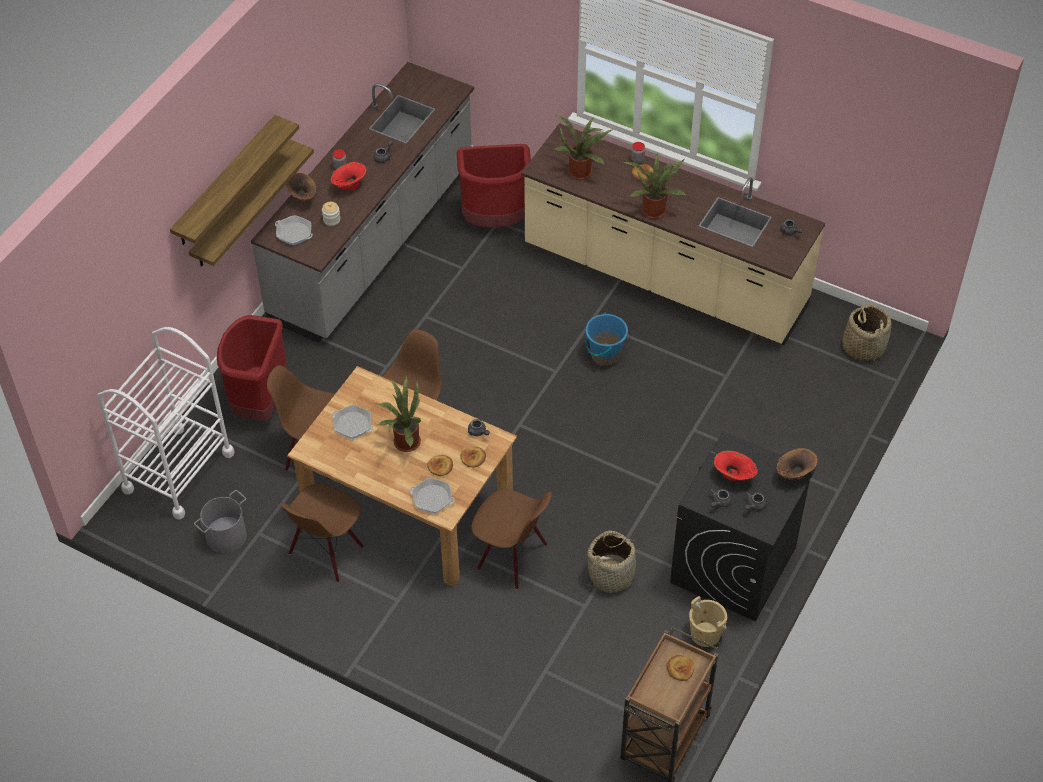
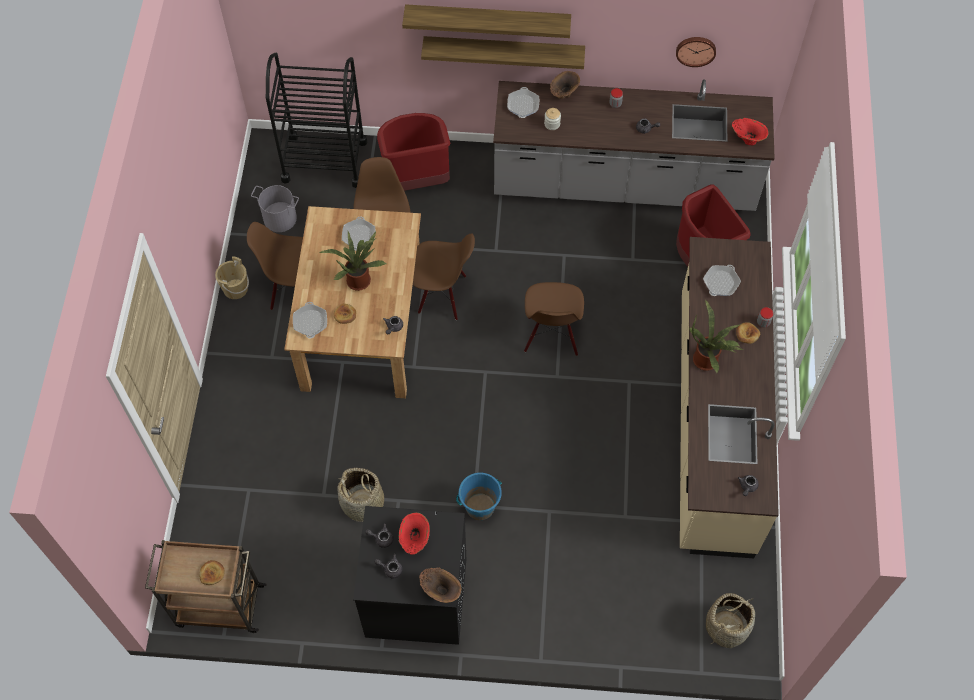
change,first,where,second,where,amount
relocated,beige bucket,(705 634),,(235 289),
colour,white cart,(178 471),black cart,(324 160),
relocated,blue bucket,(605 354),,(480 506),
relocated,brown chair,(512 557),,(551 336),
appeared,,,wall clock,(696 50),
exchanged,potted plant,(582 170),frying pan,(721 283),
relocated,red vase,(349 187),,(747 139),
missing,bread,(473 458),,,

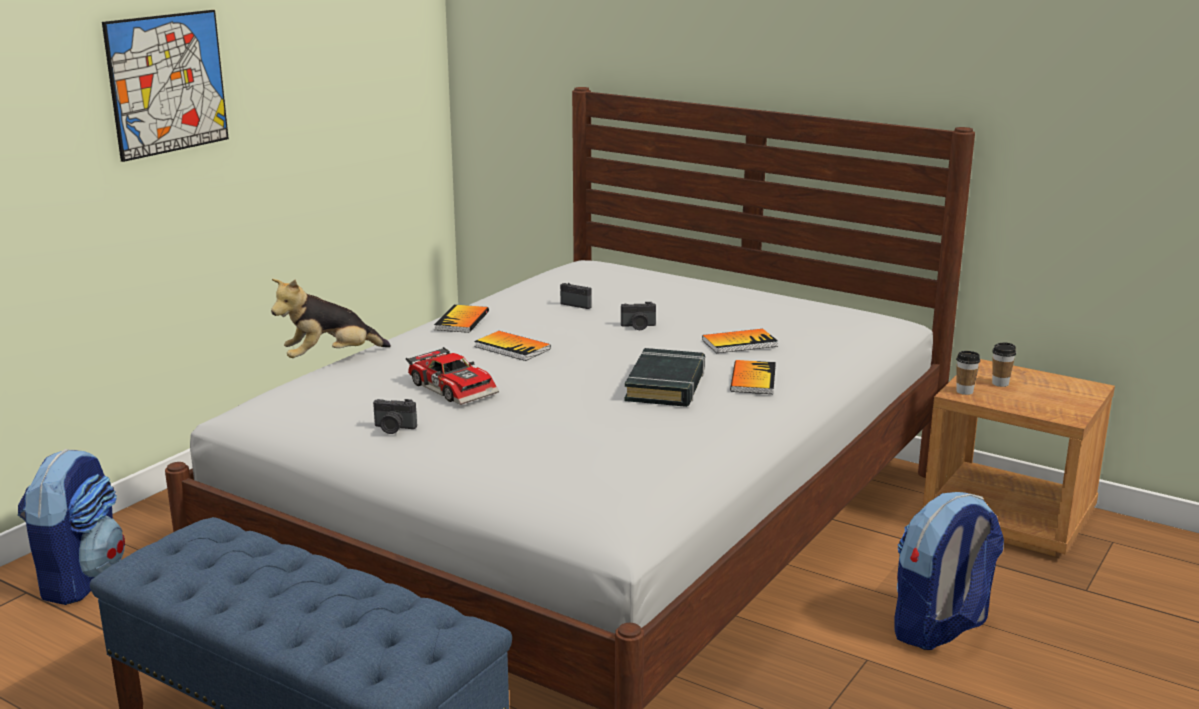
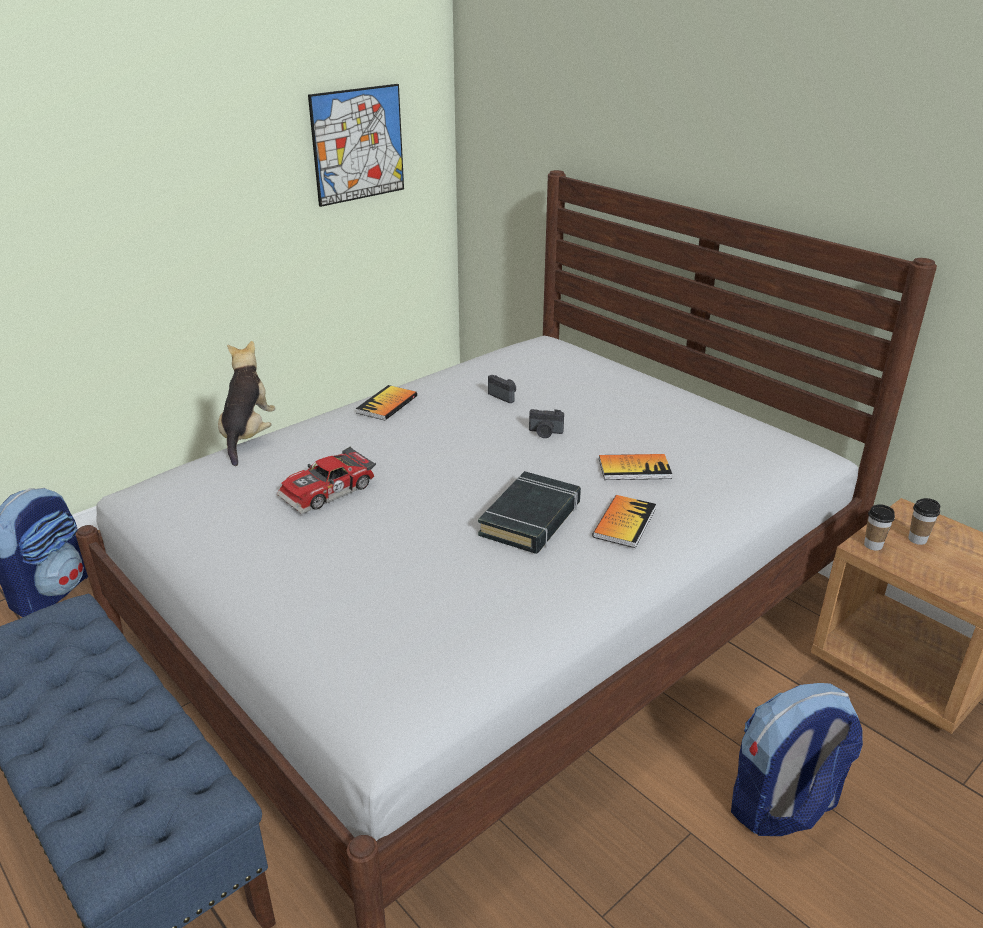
change,first,where,second,where,amount
spun,plush toy,(330 358),,(248 436),105 degrees clockwise
spun,toy car,(454 387),,(329 491),75 degrees clockwise
relocated,picture,(167 83),,(358 144),
missing,photo camera,(393 428),,,
missing,book,(512 348),,,

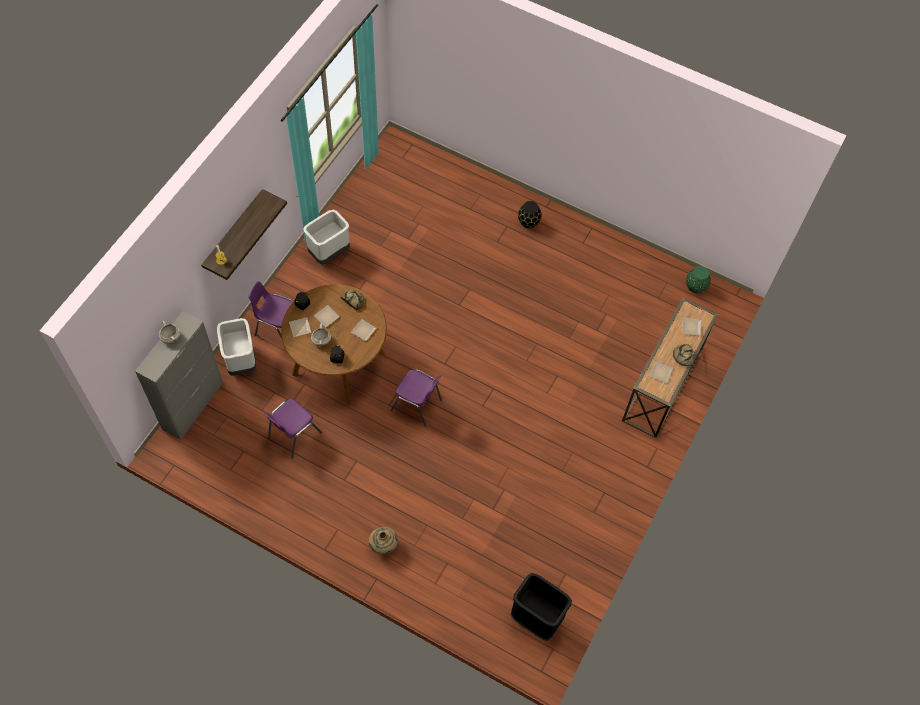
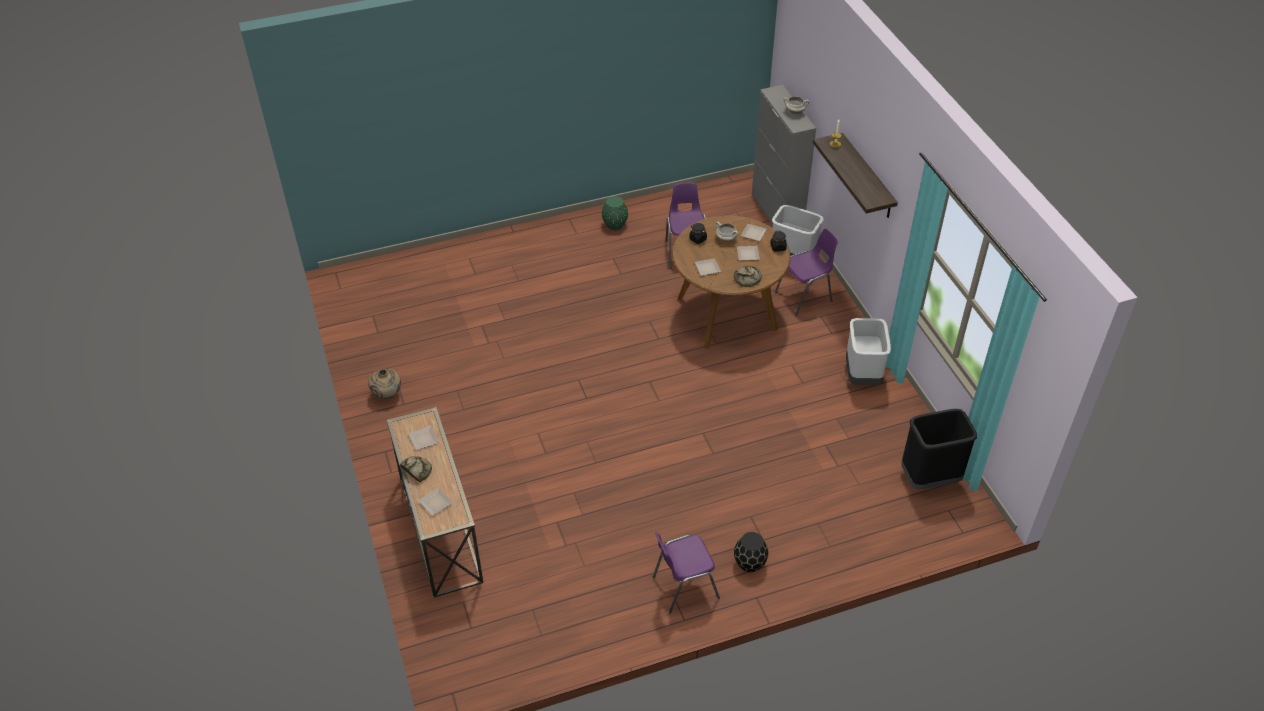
change,first,where,second,where,amount
relocated,beige vase,(383 546),,(387 394),
relocated,green vase,(695 287),,(615 225),
relocated,purple chair,(417 405),,(683 587),
relocated,black trash can,(535 619),,(929 478),

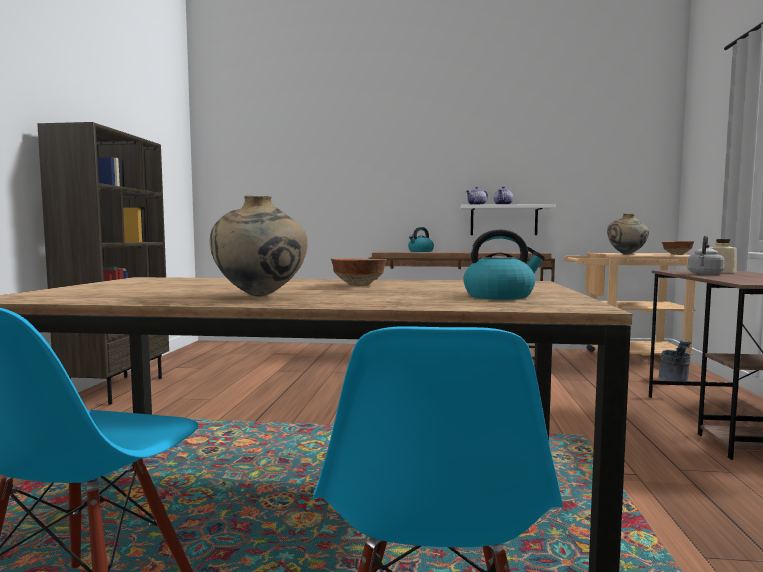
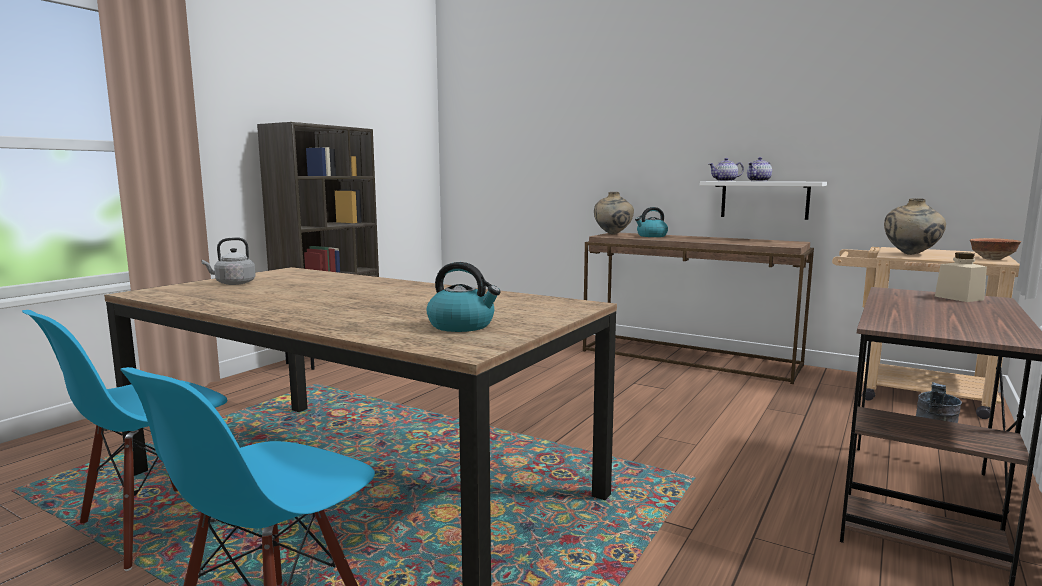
change,first,where,second,where,amount
relocated,grey kettle,(704 274),,(233 283),
relocated,beige vase,(261 296),,(613 234),
missing,bowl,(358 285),,,

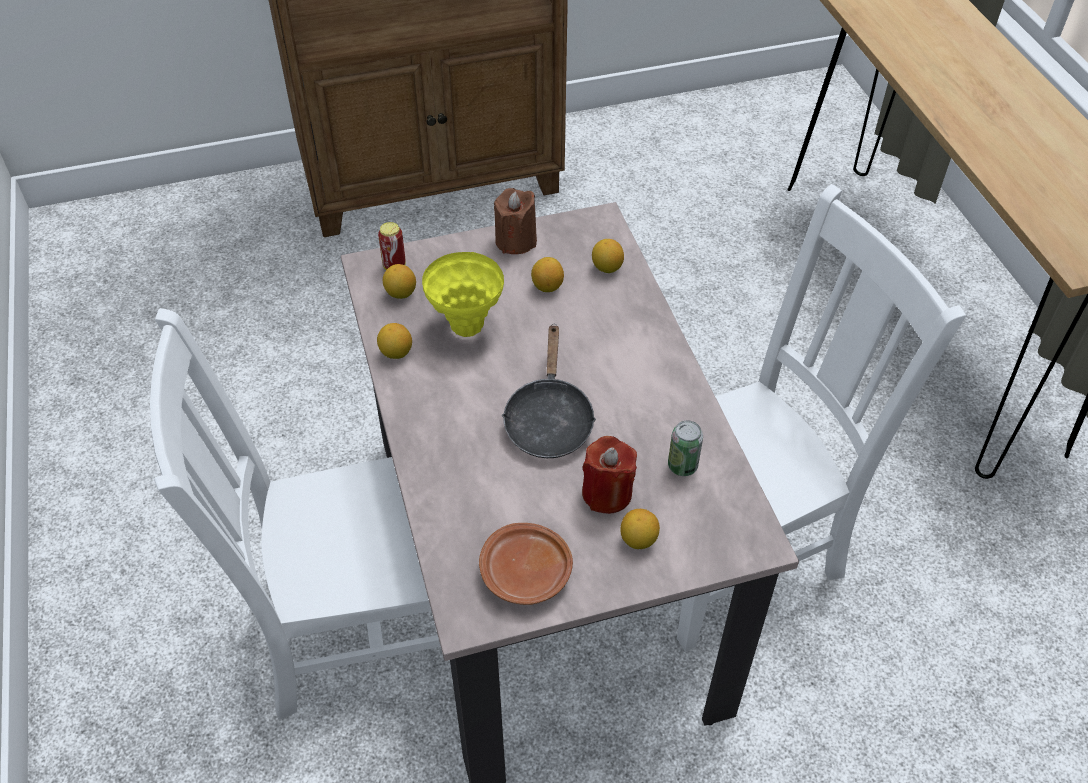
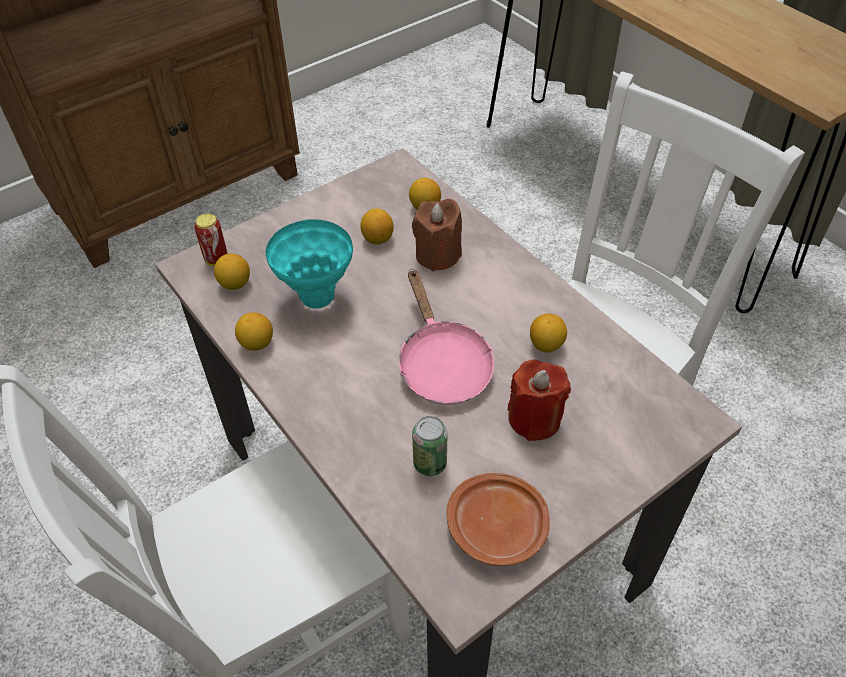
change,first,where,second,where,amount
colour,yellow vase,(466 327),turquoise vase,(317 298),
colour,black frying pan,(548 419),pink frying pan,(442 364),
relocated,brown candle,(516 241),,(437 255),
relocated,can,(682 466),,(430 463),
relocated,lemon,(638 540),,(546 345),

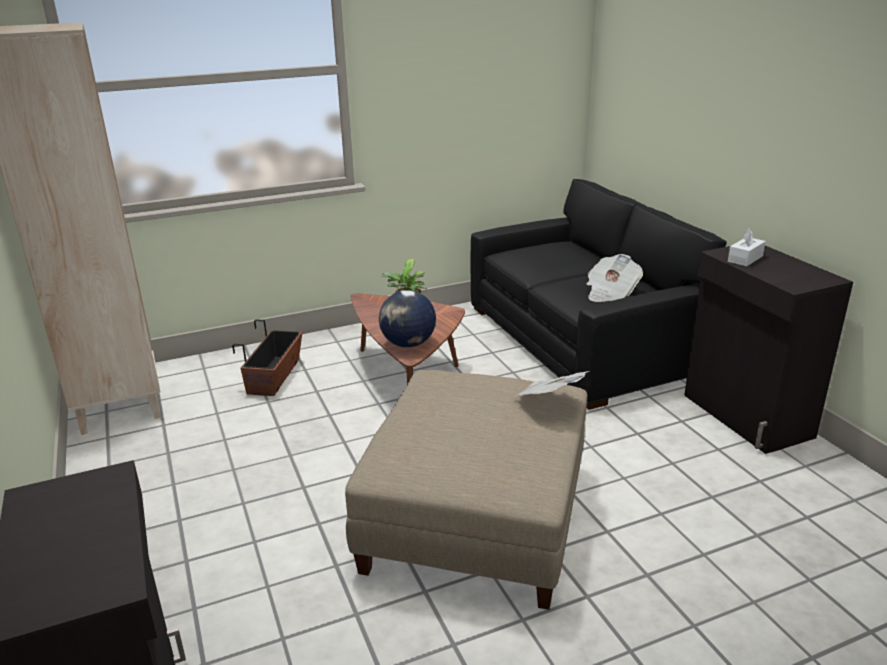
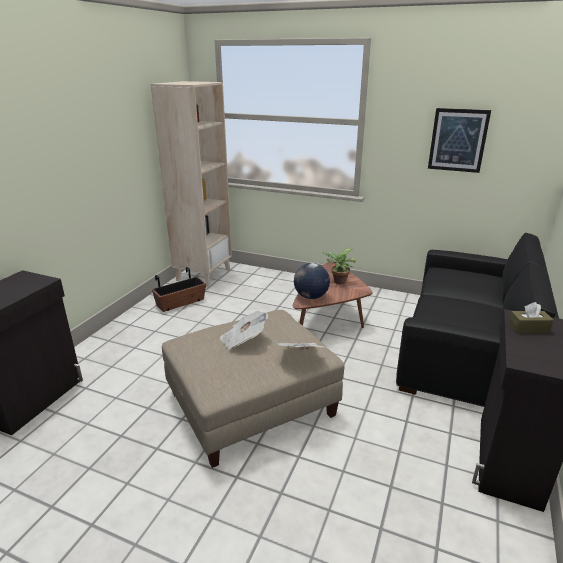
change,first,where,second,where,amount
relocated,planter,(275 376),,(180 302),
relocated,newspaper,(610 293),,(243 340),
appeared,,,picture,(458 140),
colour,white tissue box,(745 259),brown tissue box,(528 328),

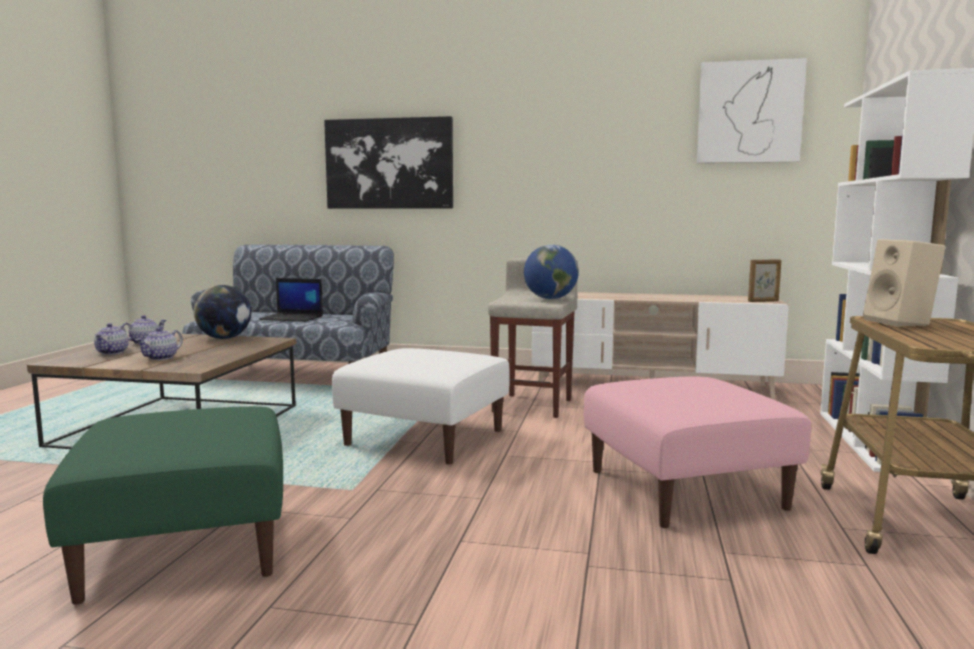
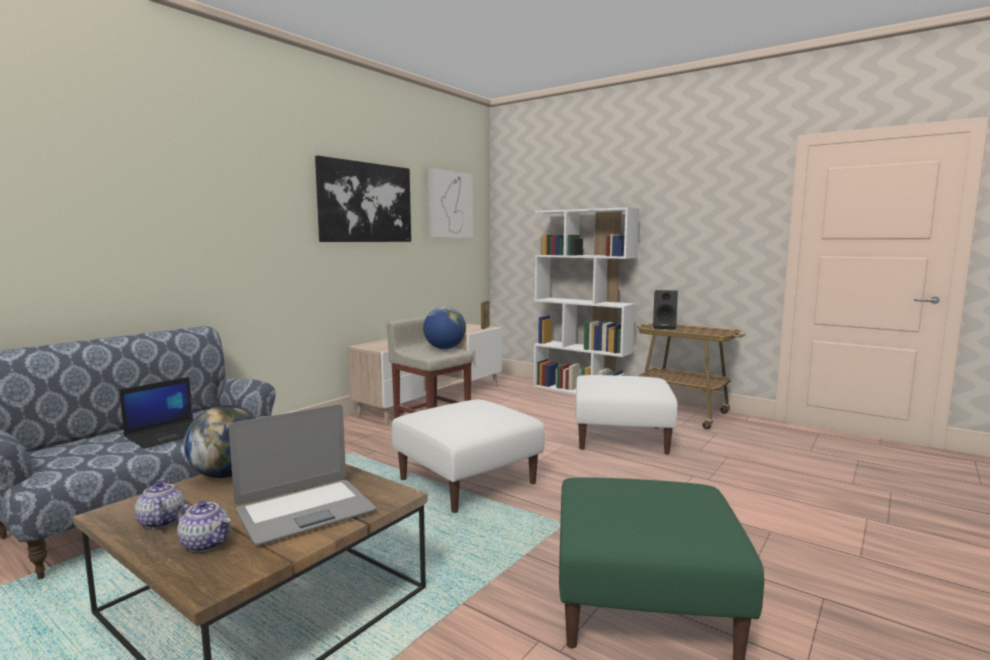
change,first,where,second,where,amount
exchanged,teapot,(161 358),laptop,(305 511),
relocated,picture,(389 163),,(365 202),
colour,pink ottoman,(683 488),white ottoman,(620 438),
colour,beige speaker,(901 323),black speaker,(665 327),

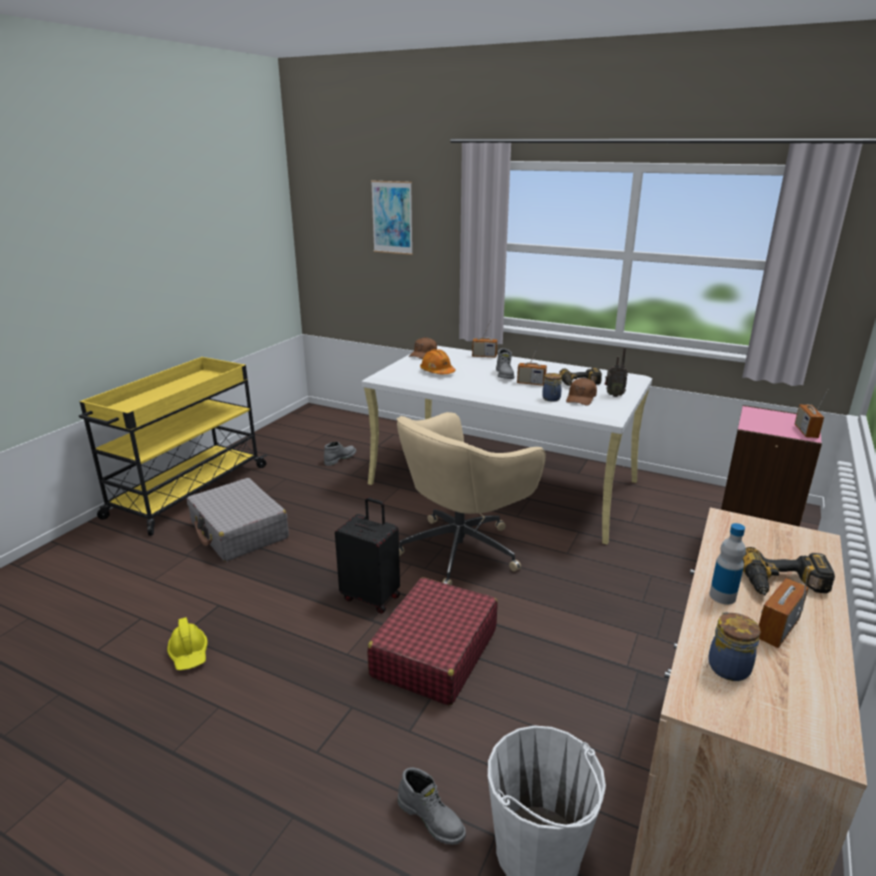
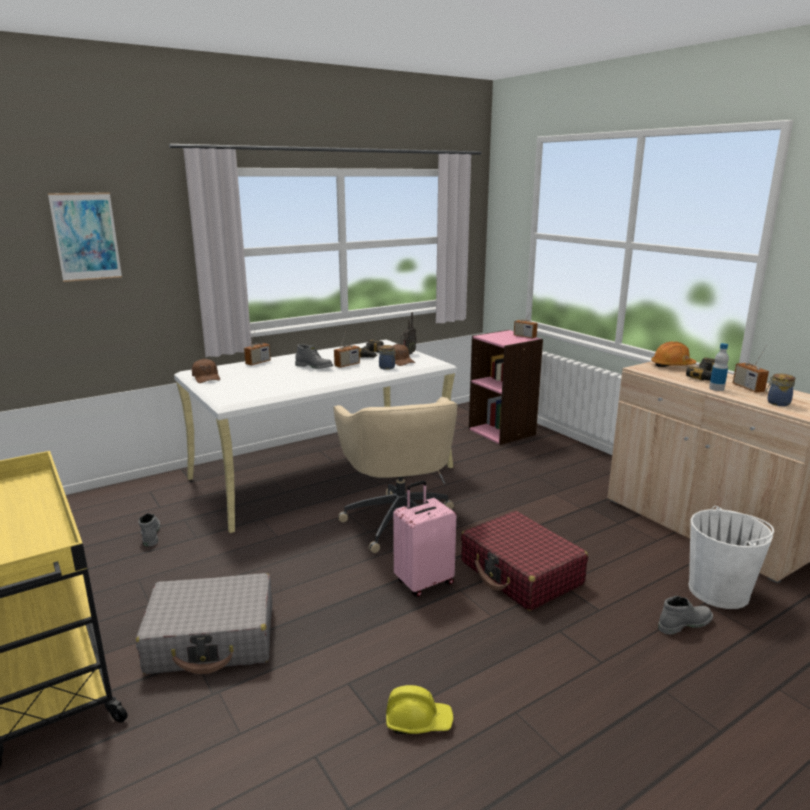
change,first,where,second,where,amount
colour,black suitcase,(371 597),pink suitcase,(423 582),
relocated,orange hard hat,(437 372),,(672 365),

